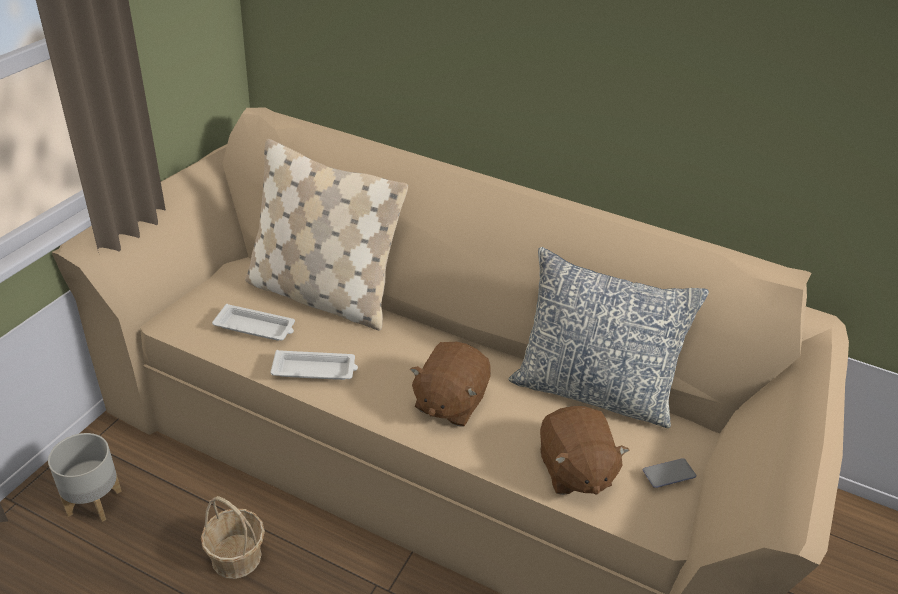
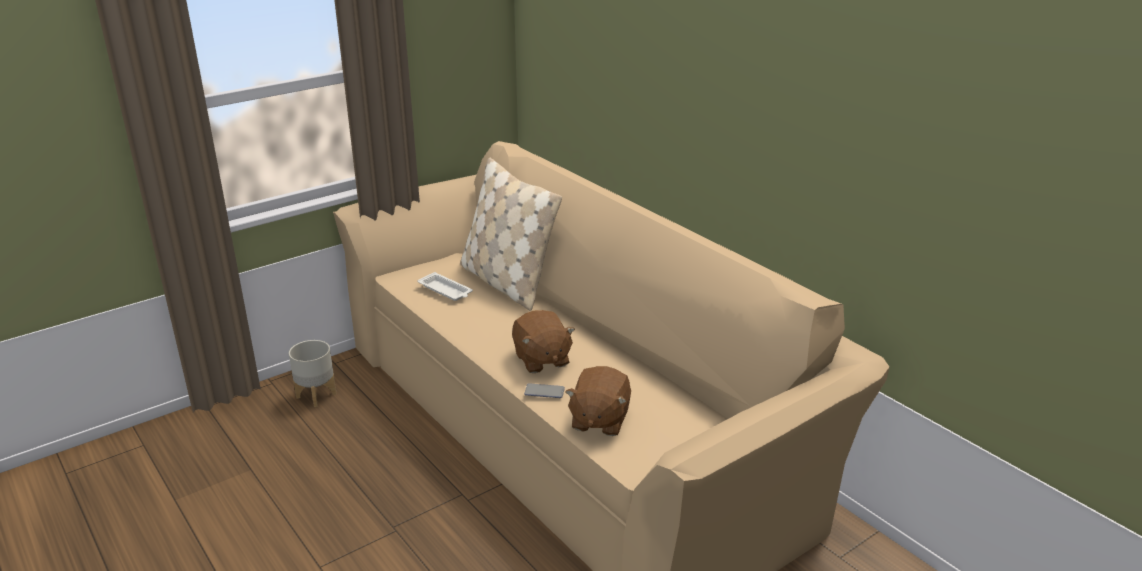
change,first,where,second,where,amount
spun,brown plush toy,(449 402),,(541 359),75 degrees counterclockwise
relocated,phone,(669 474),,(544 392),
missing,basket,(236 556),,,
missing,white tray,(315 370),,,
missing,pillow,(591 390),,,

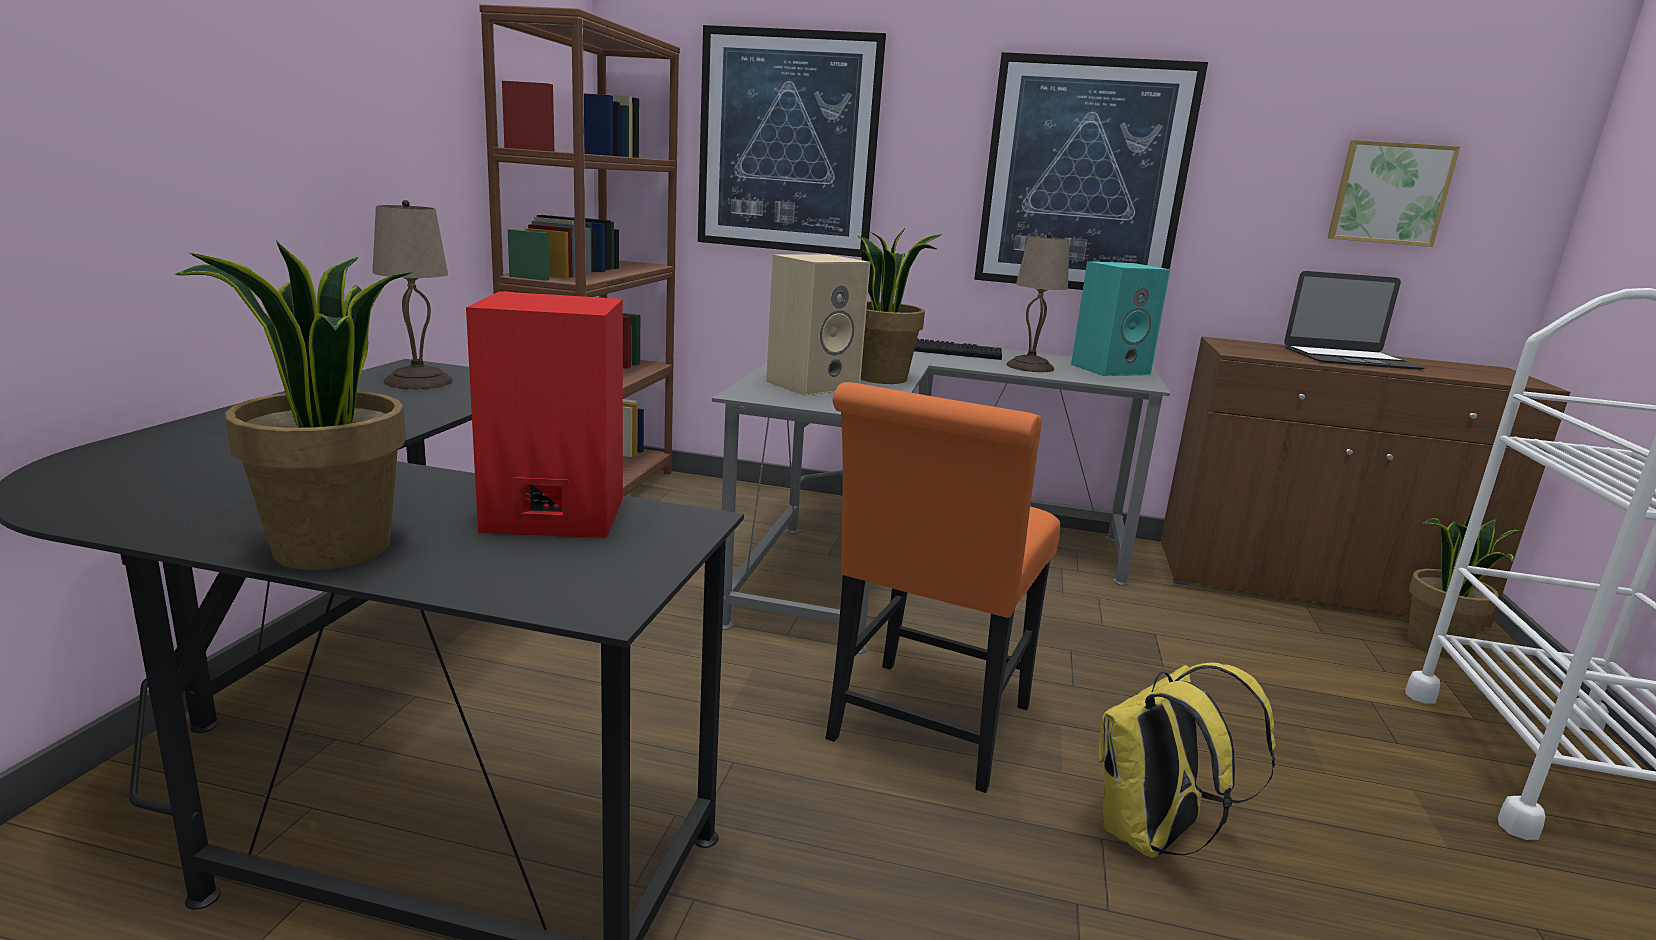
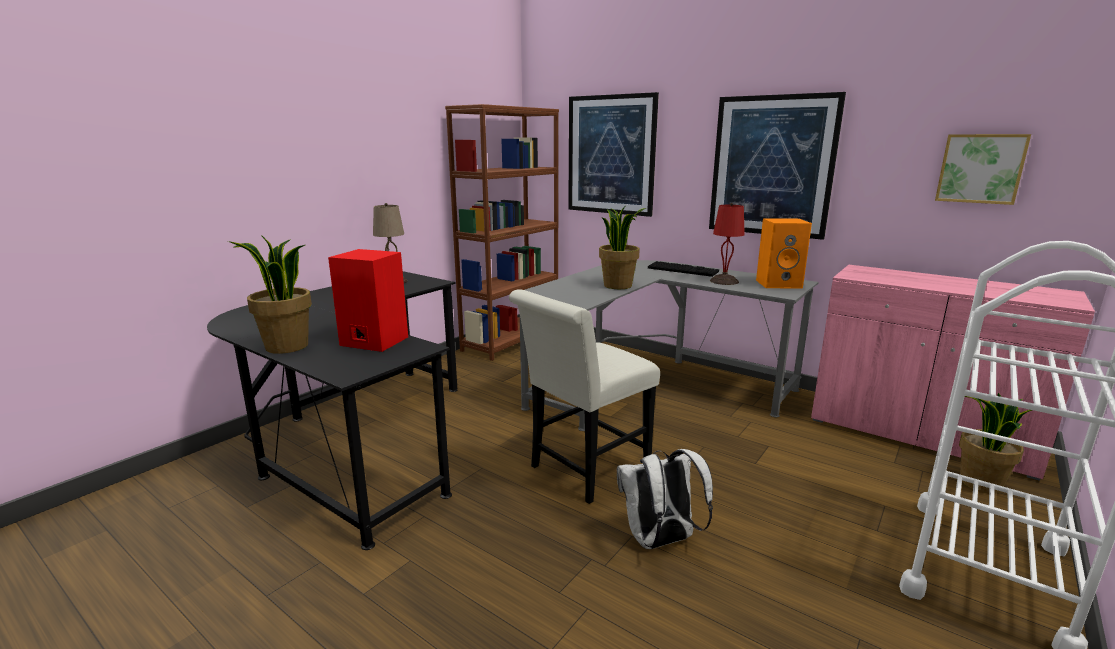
change,first,where,second,where,amount
colour,orange chair,(924 730),white chair,(583 471),
colour,yellow backpack,(1151 837),white backpack,(660 541),
colour,beige table lamp,(1030 367),red table lamp,(724 281),
colour,turquoise speaker,(1110 369),orange speaker,(779 284),
colour,brown cabinet,(1310 585),pink cabinet,(919 433),
missing,beige speaker,(813 384),,,
missing,laptop,(1350 358),,,

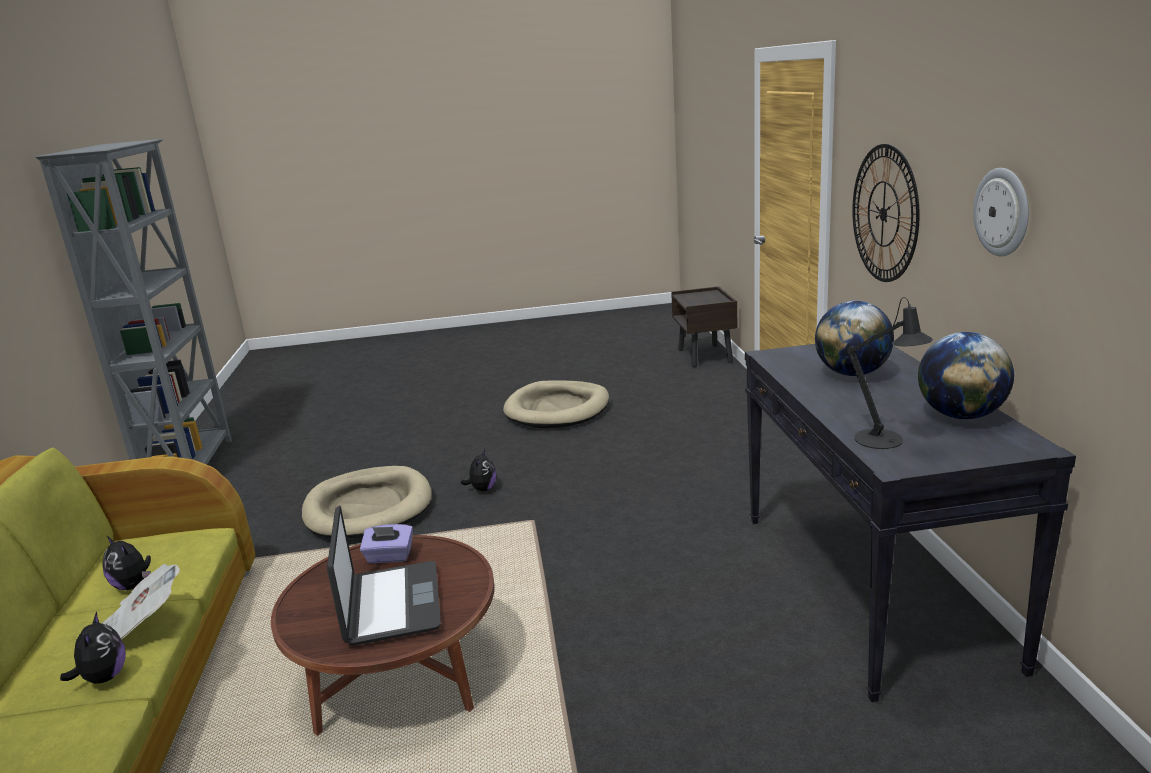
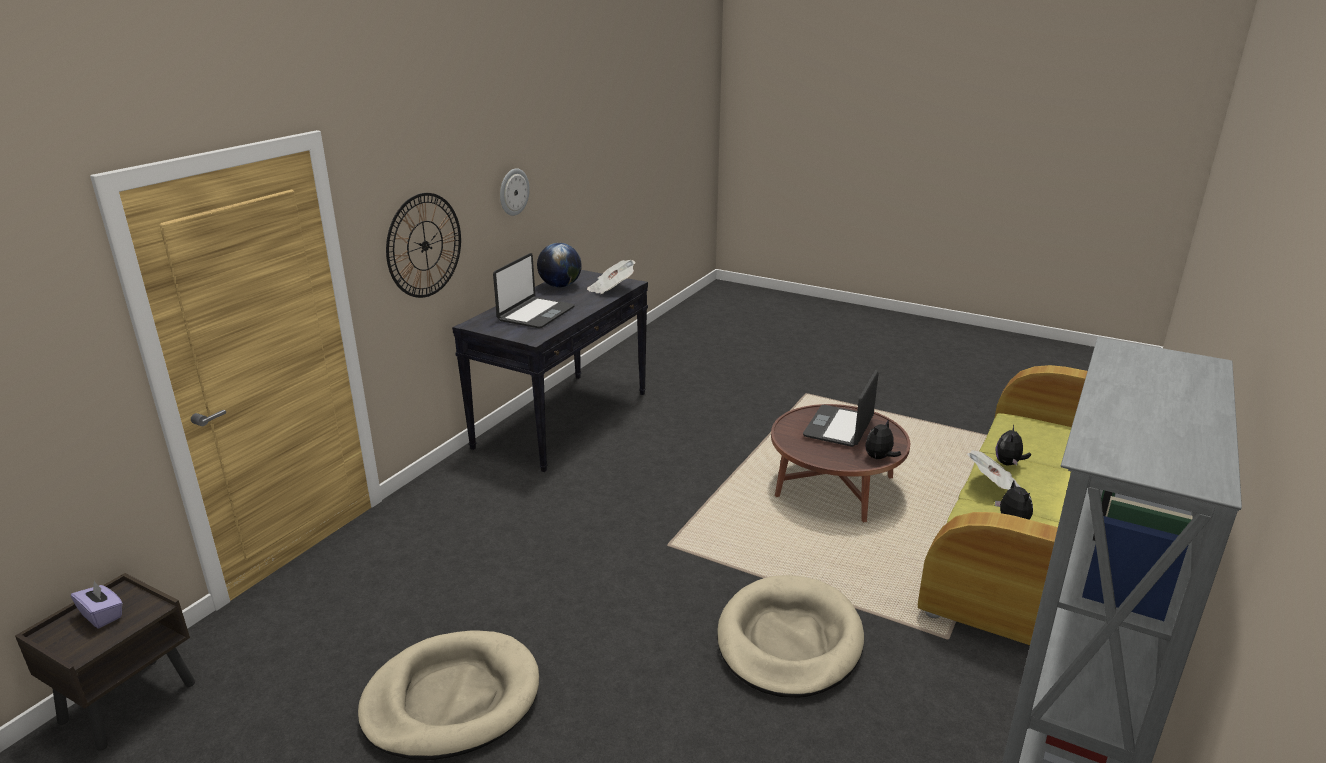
change,first,where,second,where,amount
relocated,purple tissue box,(389 557),,(102 615),
exchanged,globe,(852 373),laptop,(535 314),
exchanged,black table lamp,(884 441),newspaper,(611 289),
relocated,plush toy,(482 489),,(879 458),

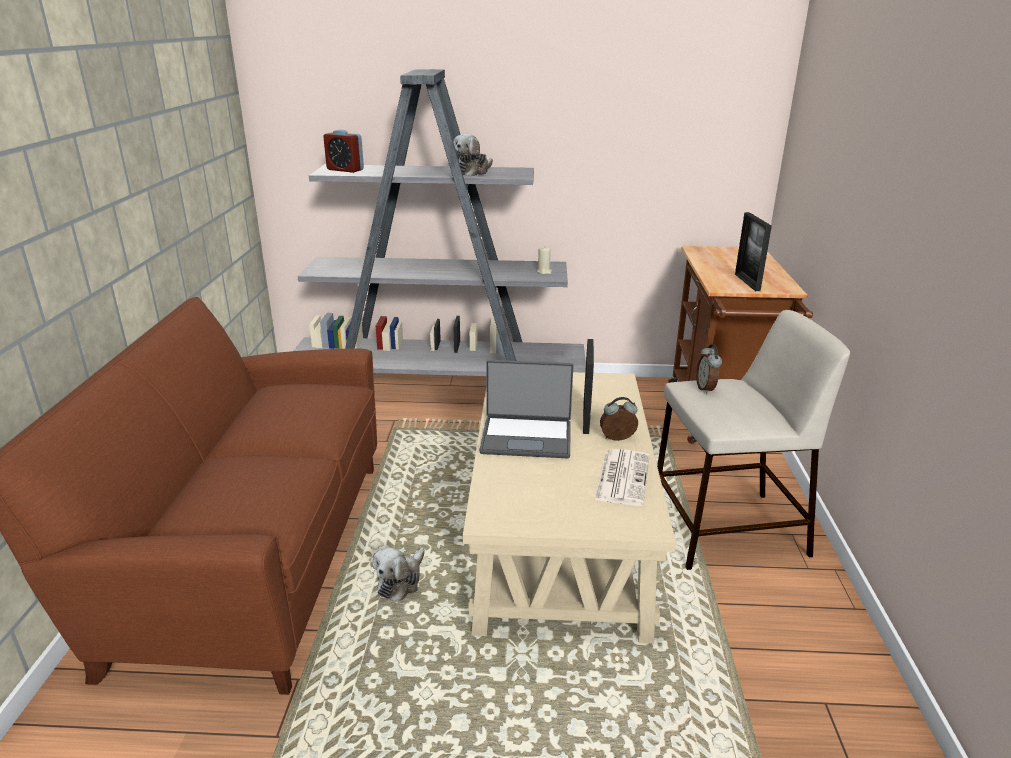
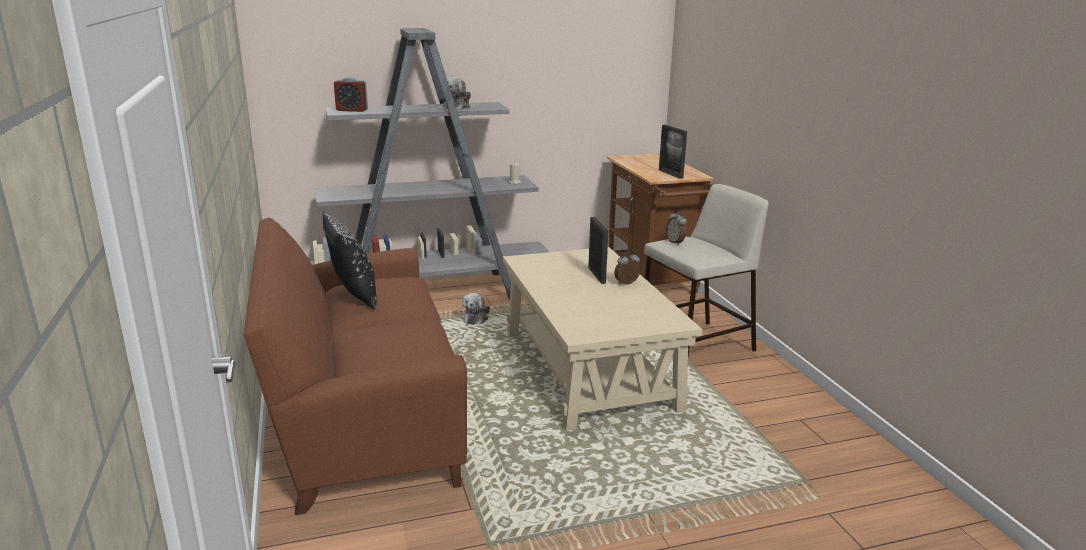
change,first,where,second,where,amount
appeared,,,black pillow,(354 296),
relocated,plush toy,(400 581),,(475 317),
missing,laptop,(526 437),,,
missing,newspaper,(622 477),,,

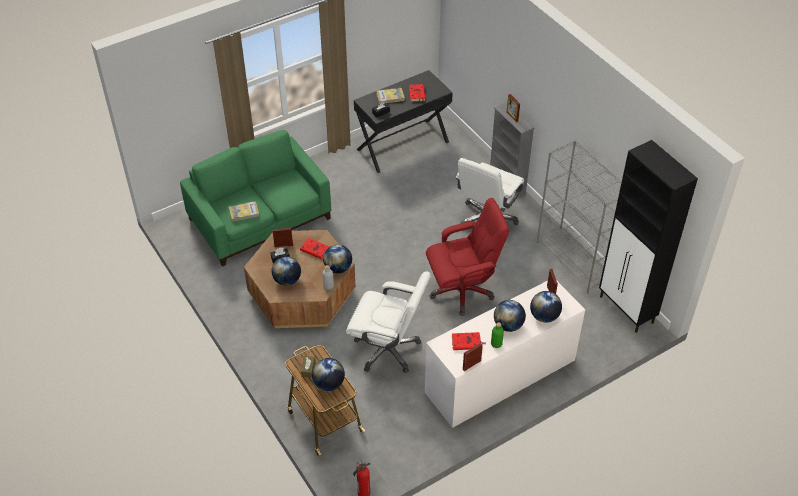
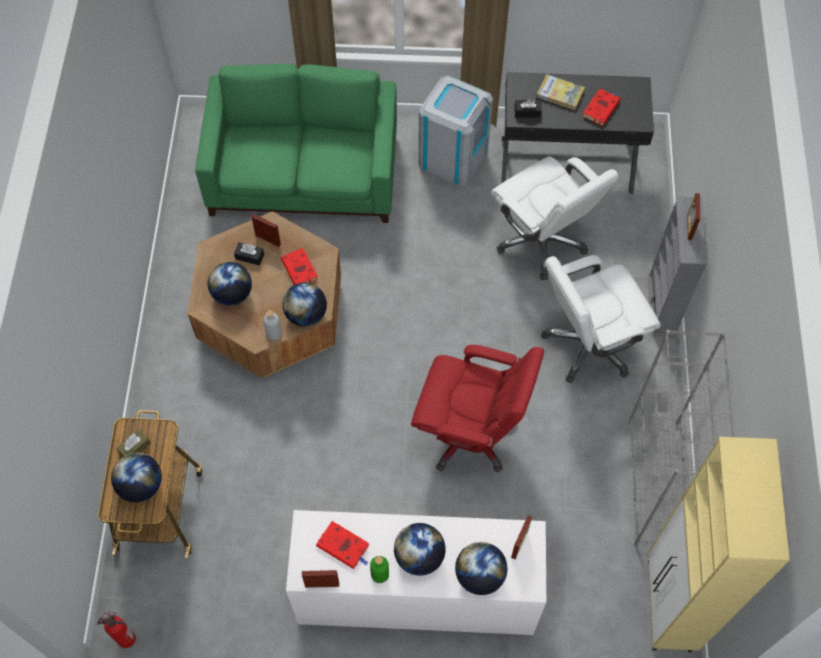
change,first,where,second,where,amount
appeared,,,grey trash can,(453 157),
relocated,white office chair,(388 349),,(542 240),
colour,black cabinet,(626 310),beige cabinet,(668 607),
missing,book,(244 212),,,

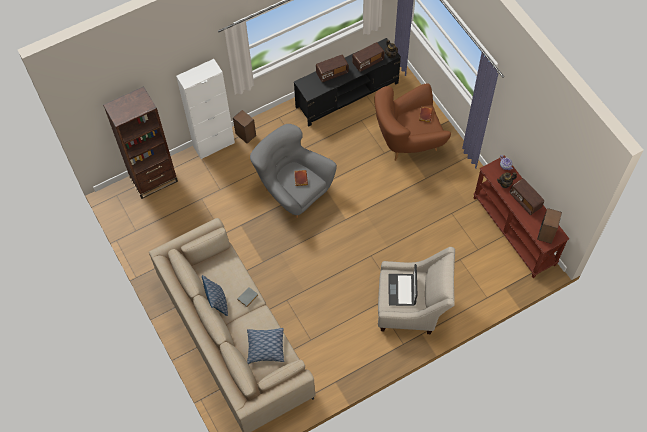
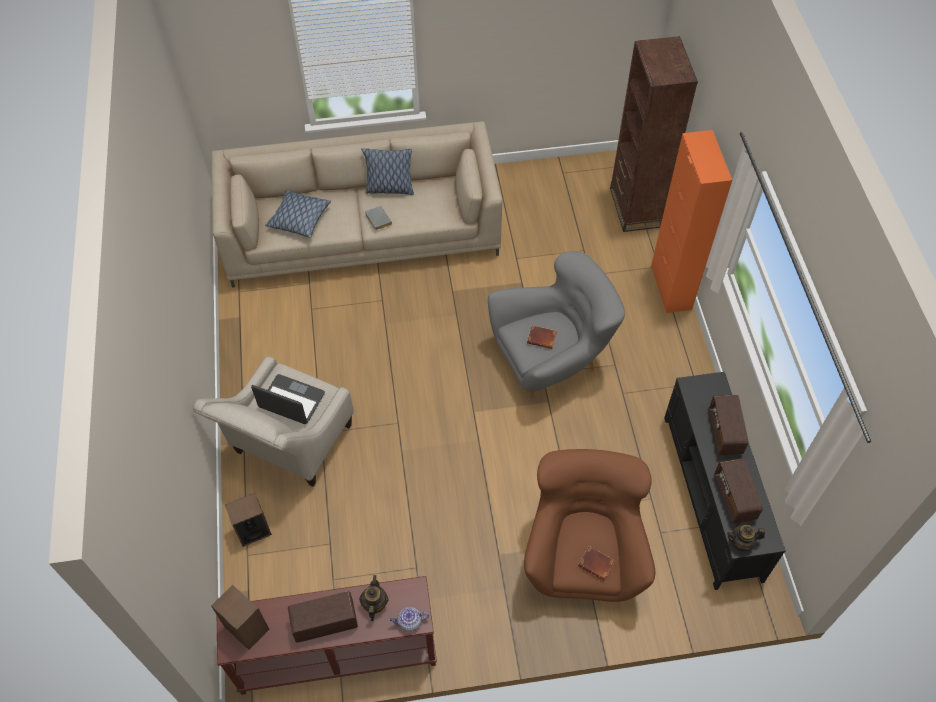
change,first,where,second,where,amount
relocated,speaker,(245 134),,(253 530),
colour,white cabinet,(214 145),orange cabinet,(671 287),

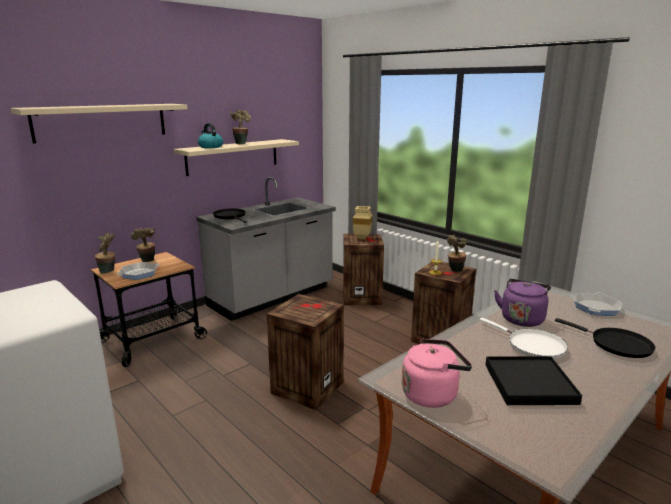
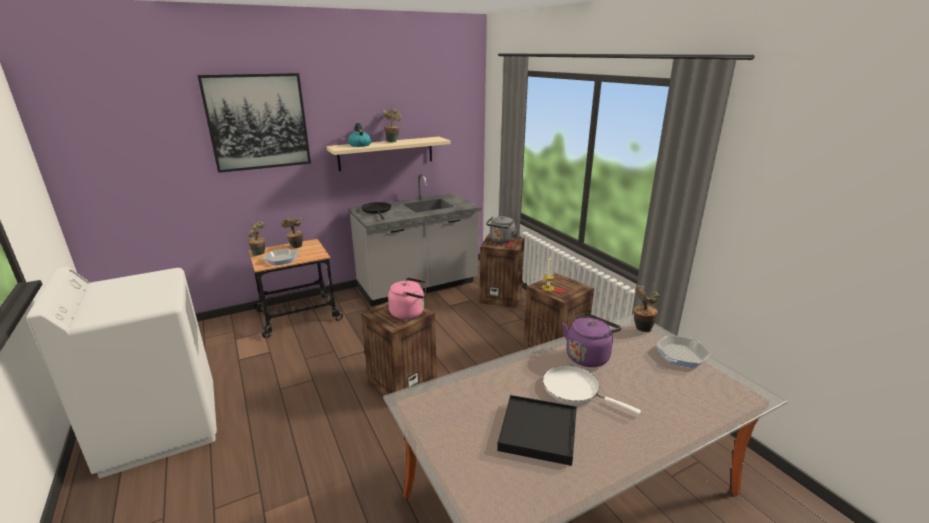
change,first,where,second,where,amount
exchanged,beige shelf,(101 122),picture,(258 122),
relocated,pink kettle,(432 394),,(409 312),
exchanged,beige vase,(361 238),grey kettle,(501 240),
spun,white frying pan,(532 345),,(574 389),150 degrees clockwise
relocated,potted plant,(455 271),,(641 329),
missing,black frying pan,(616 344),,,

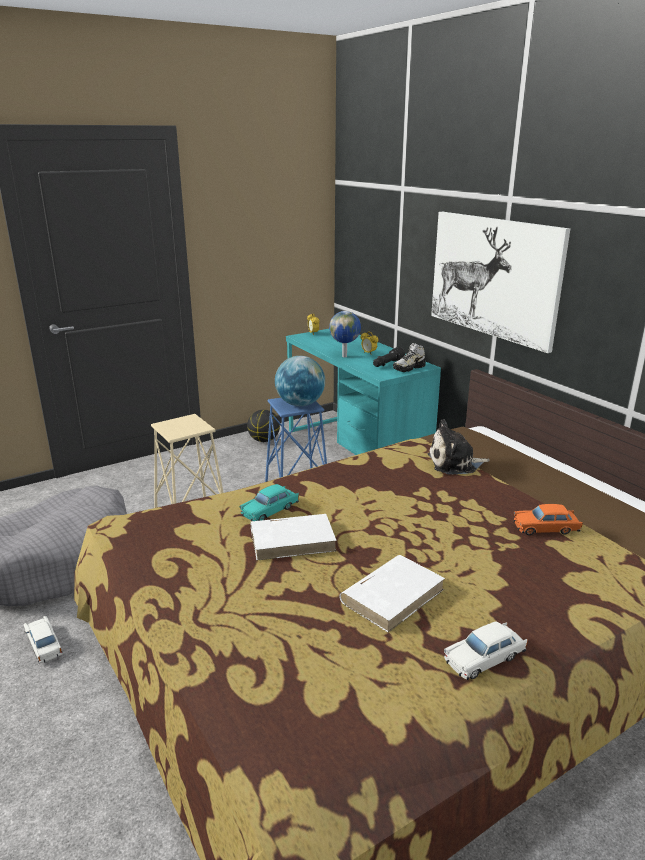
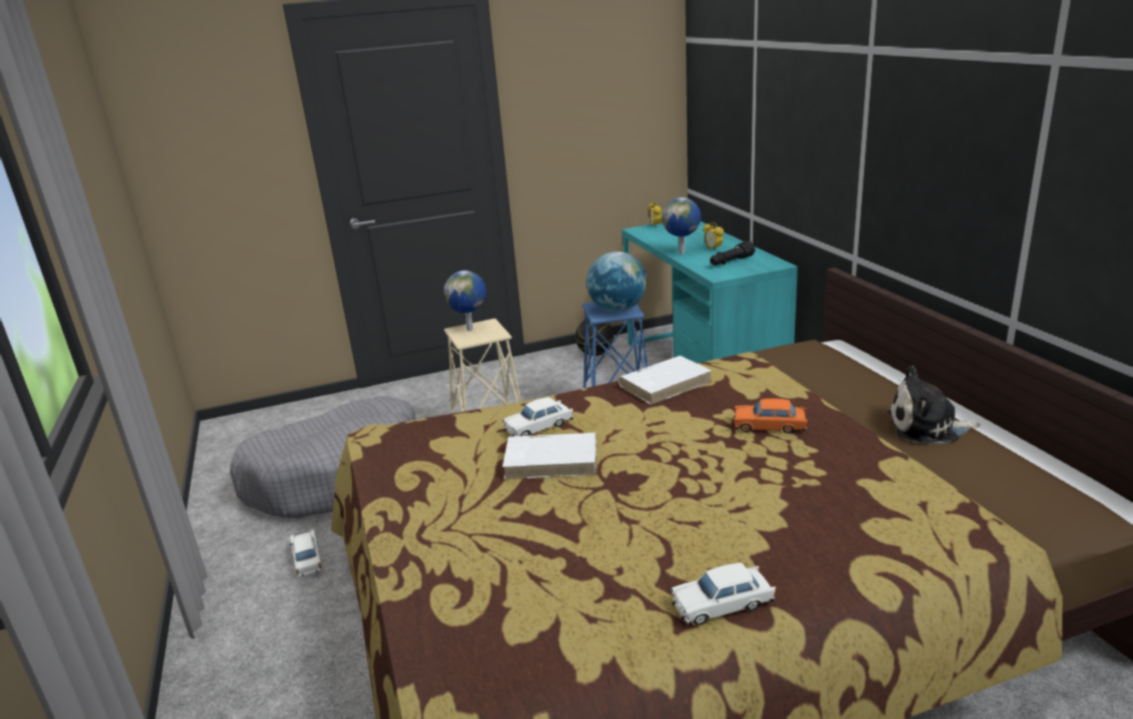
change,first,where,second,where,amount
appeared,,,globe,(470 329),
colour,turquoise toy car,(270 510),white toy car,(539 427),
relocated,white book,(393 595),,(665 383),
relocated,orange toy car,(546 528),,(769 426),
relocated,plush toy,(455 463),,(927 427),
missing,shoe,(409 368),,,
missing,picture,(494 277),,,

